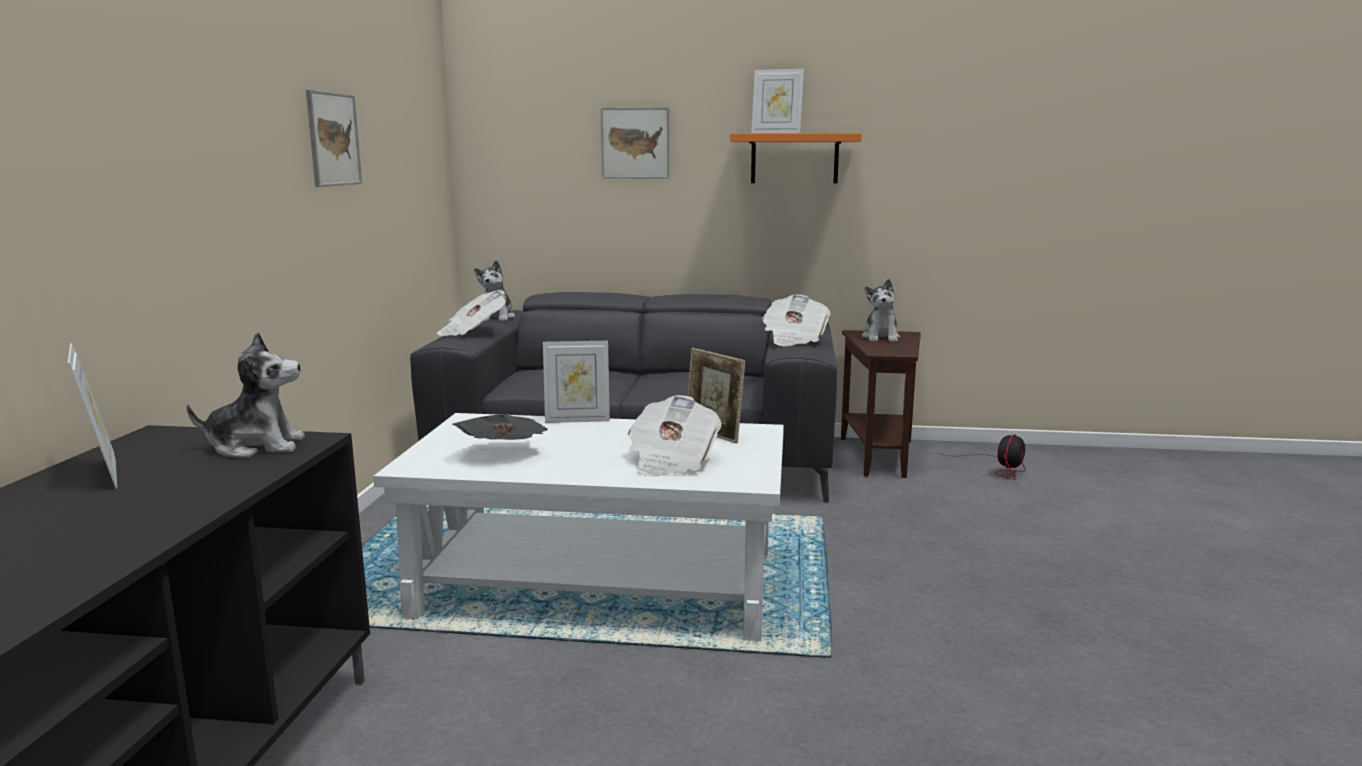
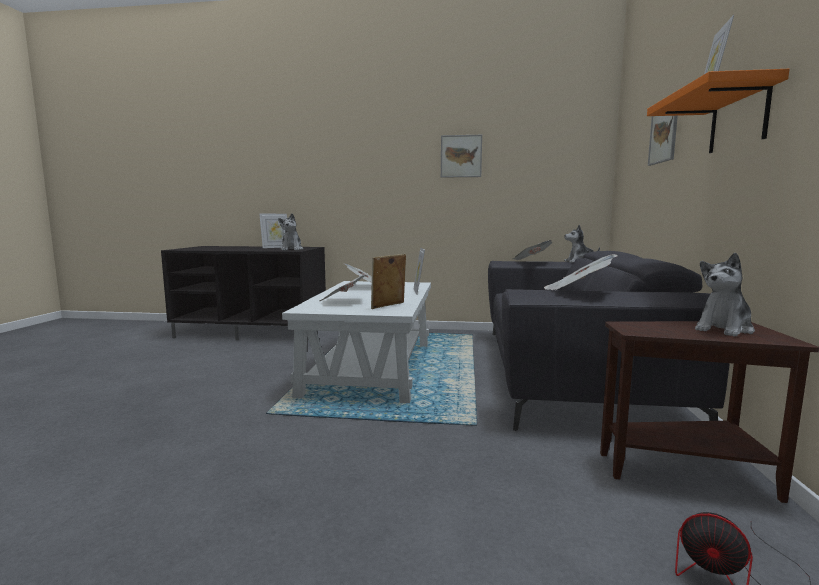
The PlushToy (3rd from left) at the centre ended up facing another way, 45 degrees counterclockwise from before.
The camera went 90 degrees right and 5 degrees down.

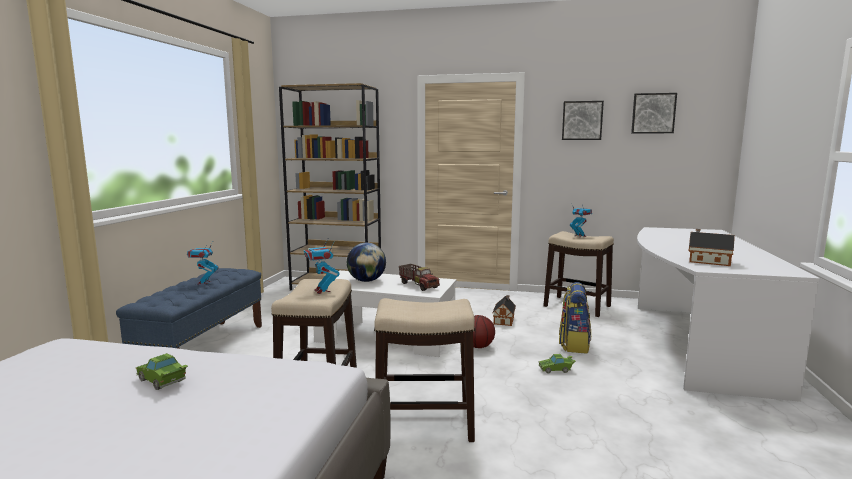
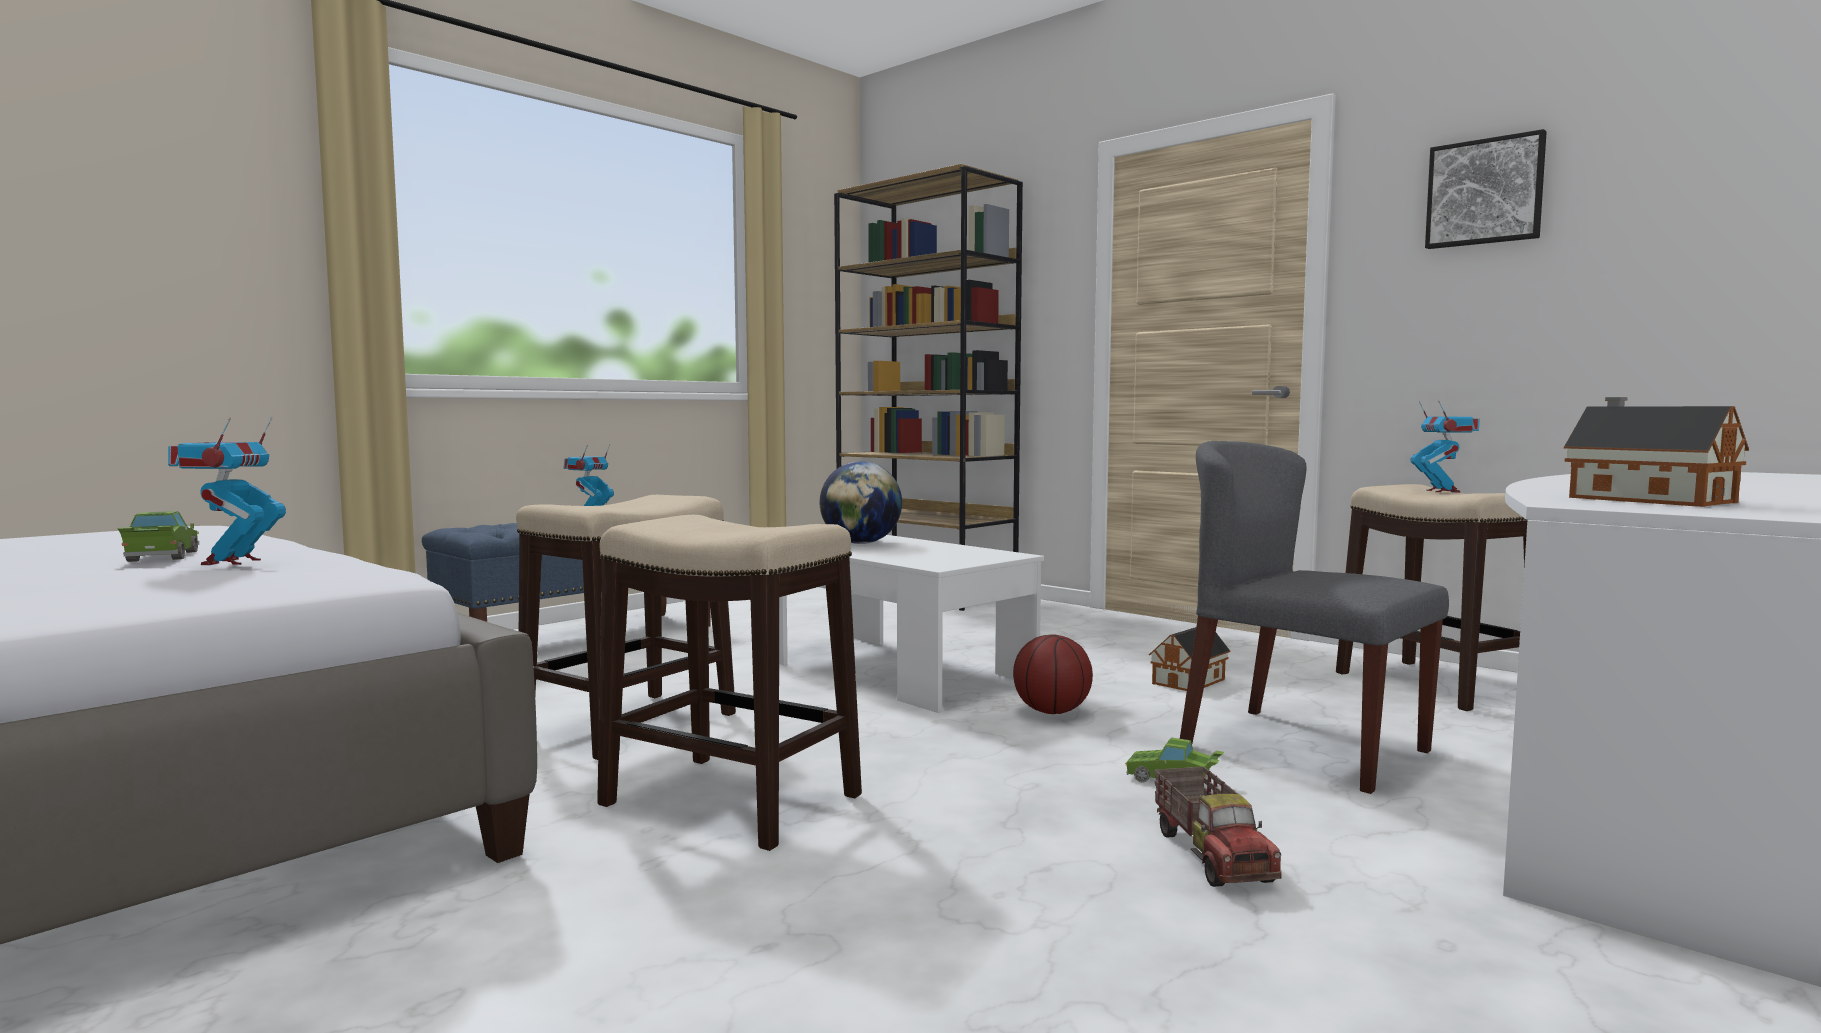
The ToyRobot (2nd from left in the first image) ended up elsewhere, having gone from the centre to the middle left.
The ToyTruck ended up elsewhere, having gone from the centre to the bottom right.
Where the Backpack stood at the middle right, the GreyChair came to stand at the middle right.
The second view lost the Picture (2nd from left) at the top right.
The camera went 30 degrees right and 5 degrees down.

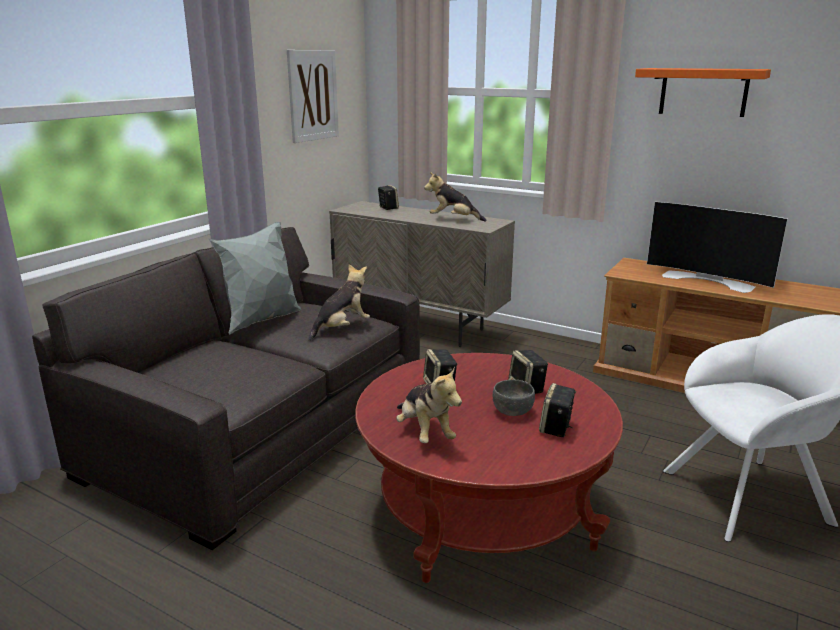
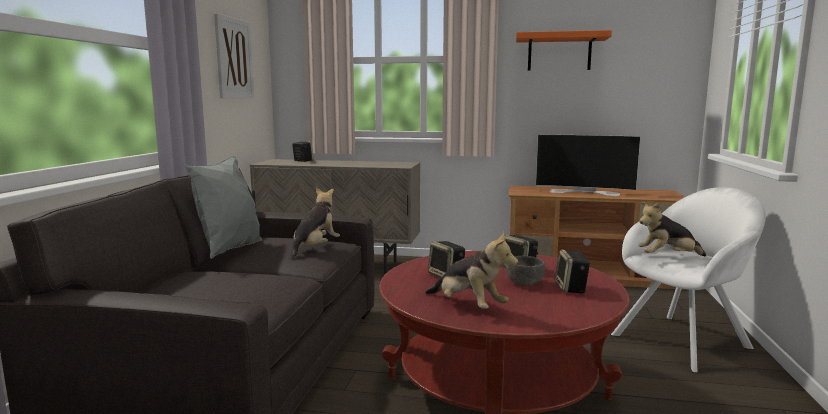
The PlushToy (3rd from left) ended up elsewhere, having gone from the top centre to the middle right.
The camera went 20 degrees left and 10 degrees down.

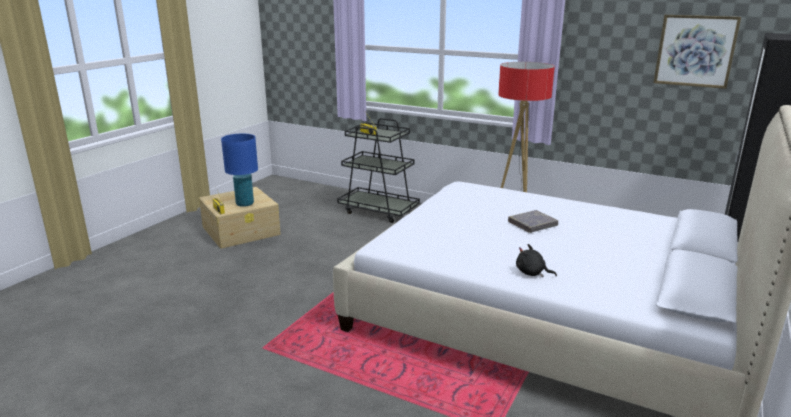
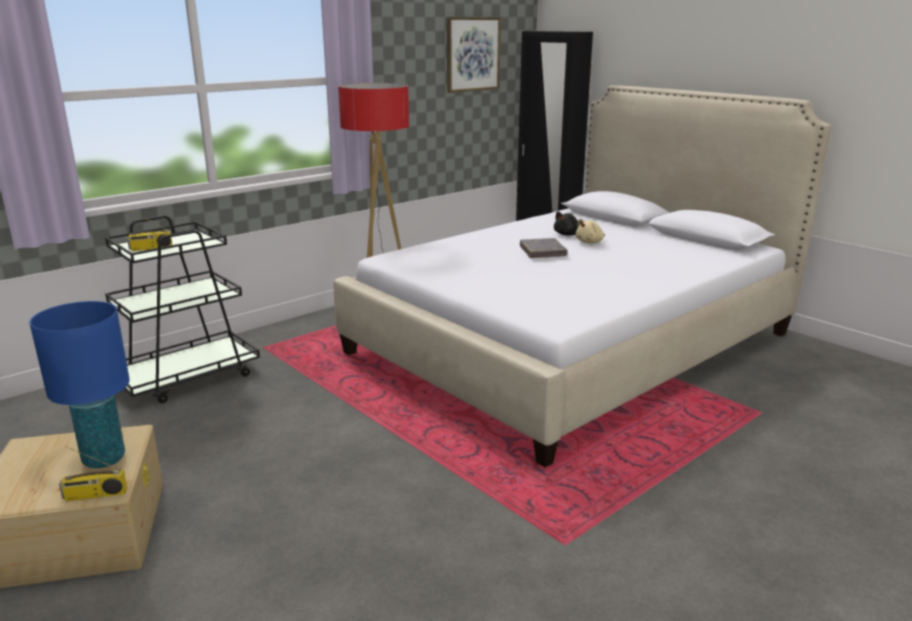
The BlackPlushToy ended up elsewhere, having gone from the middle right to the centre.
The second view gained the BeigePlushToy at the centre.
The camera went 70 degrees left and 0 degrees up.

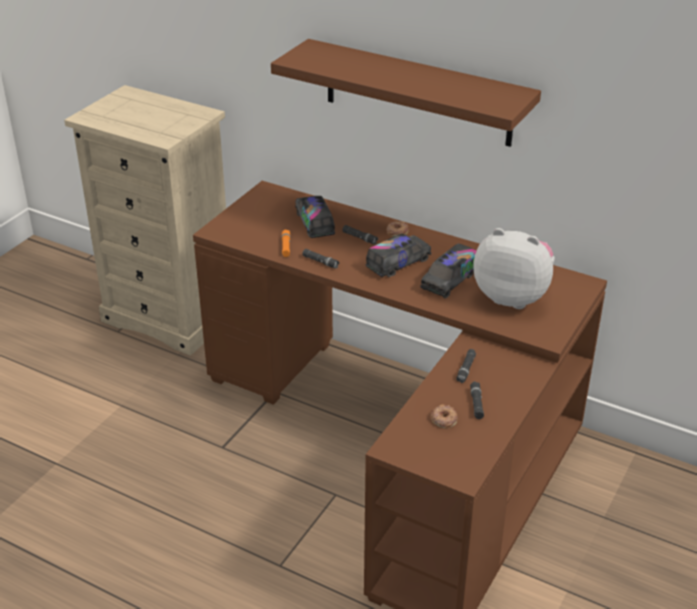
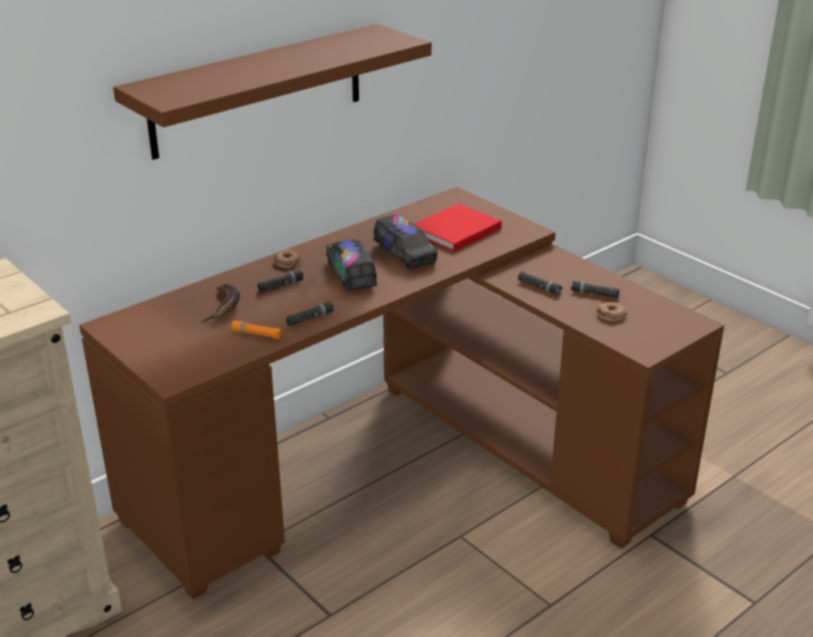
Where the ToyTruck (1st from left) stood at the centre, the Banana came to stand at the middle left.
Where the PlushToy stood at the middle right, the RedBook came to stand at the centre.
The camera went 70 degrees left and 5 degrees down.

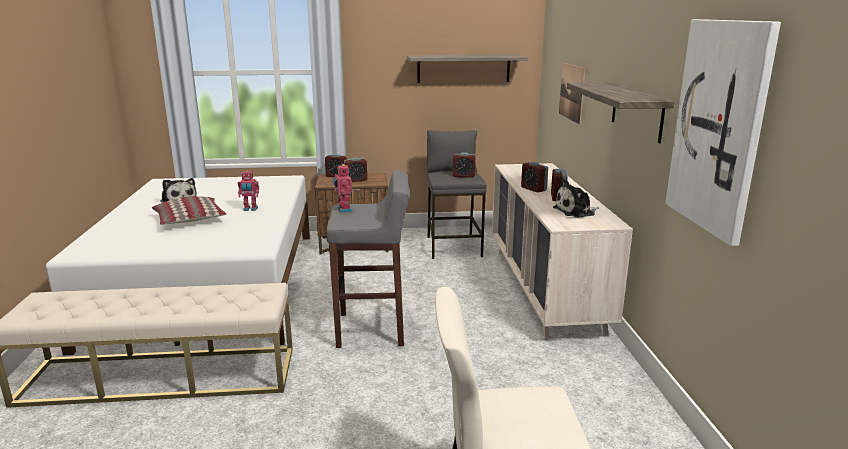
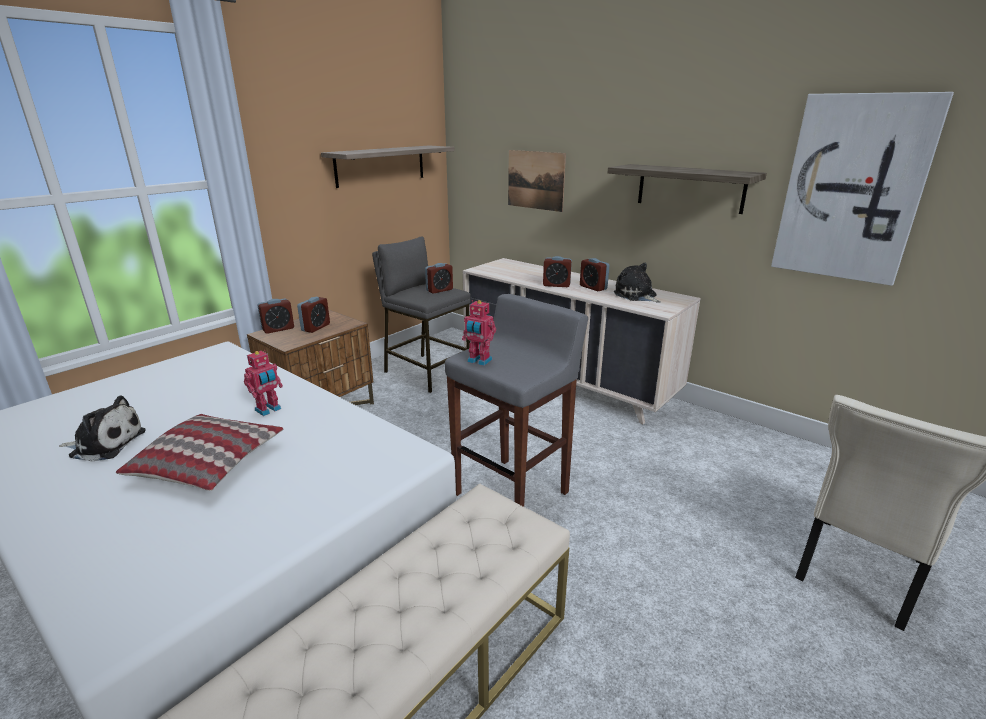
The PlushToy (2nd from left) at the middle right ended up facing another way, 120 degrees clockwise from before.
The camera went 45 degrees left and 5 degrees up.

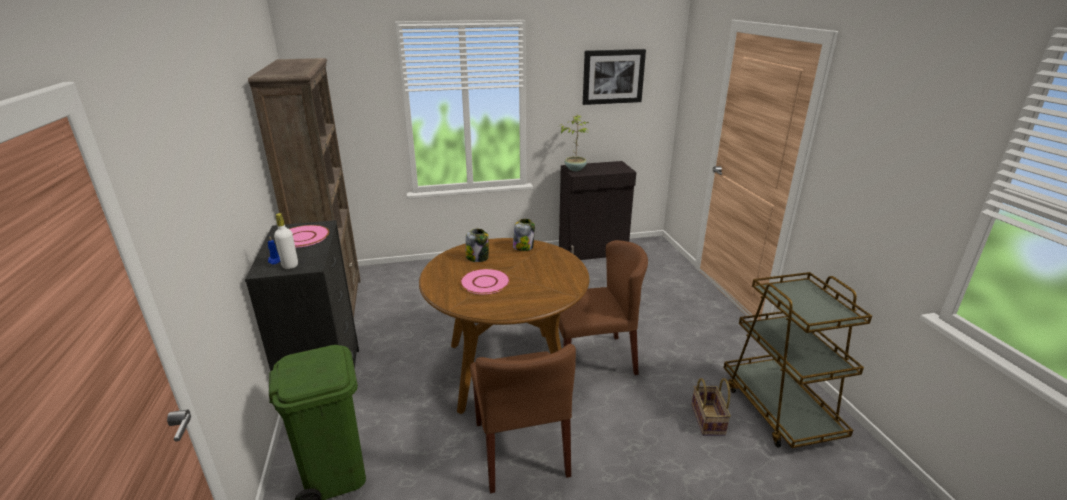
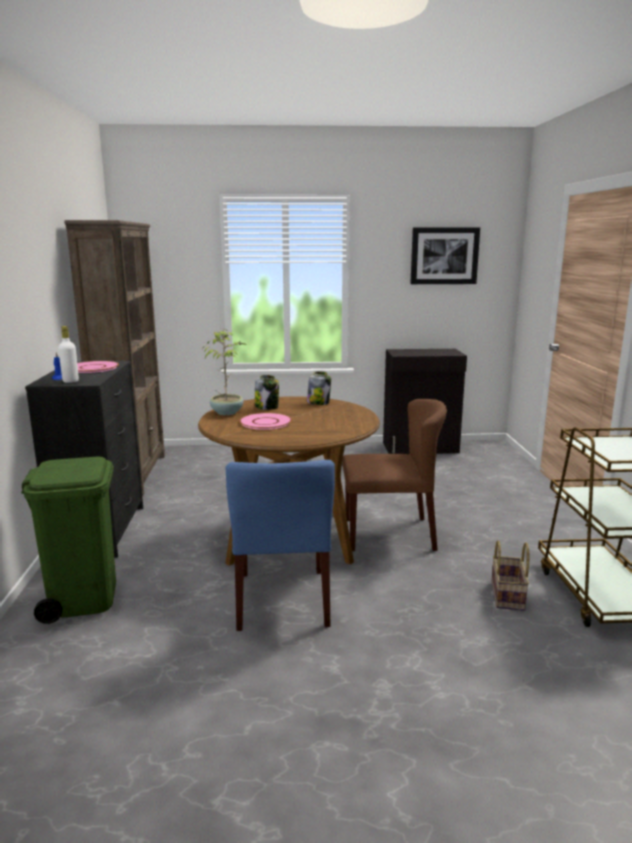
What was the BrownChair (1st from left) at the bottom centre turned into the BlueChair at the centre.
The PottedPlant ended up elsewhere, having gone from the top centre to the centre.
The camera went 10 degrees right and 10 degrees down.

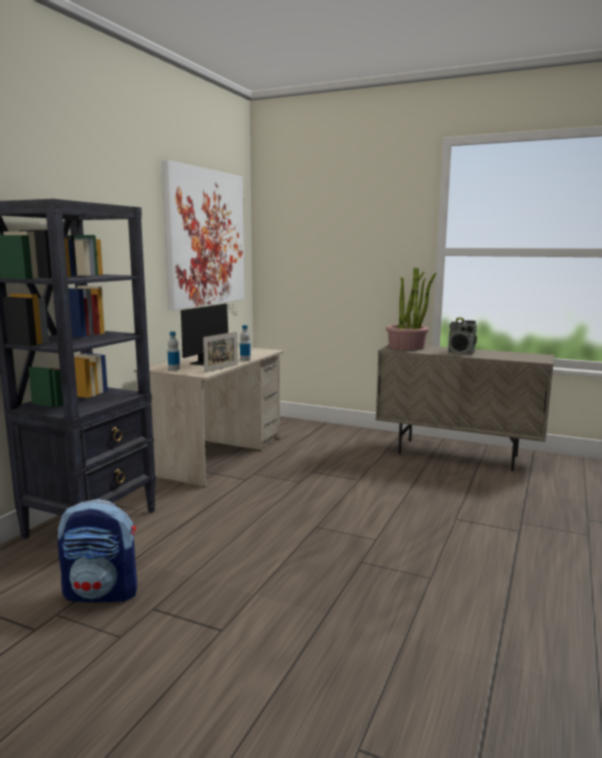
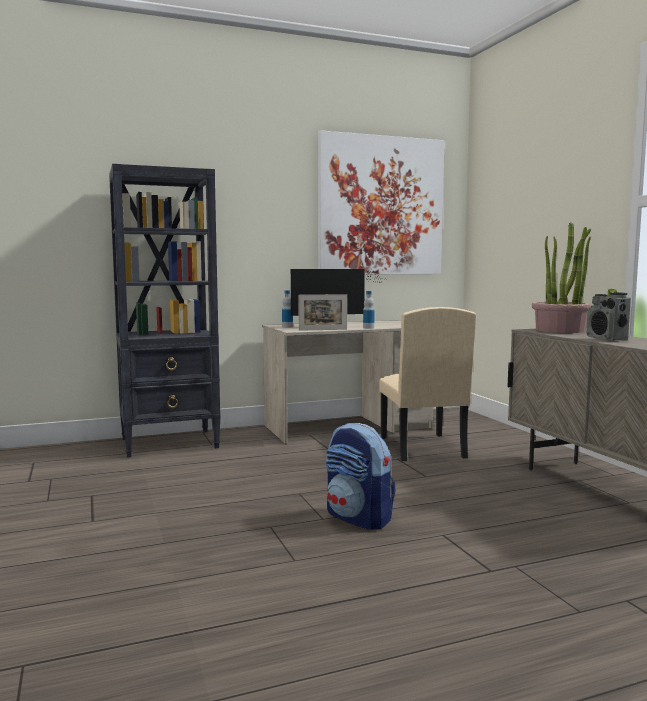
The Backpack ended up elsewhere, having gone from the bottom left to the bottom centre.
The second view gained the BeigeChair at the centre.
The camera went 45 degrees right and 5 degrees down.

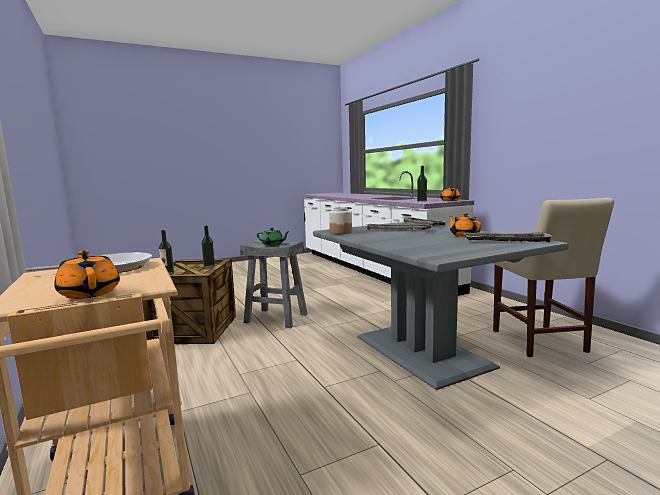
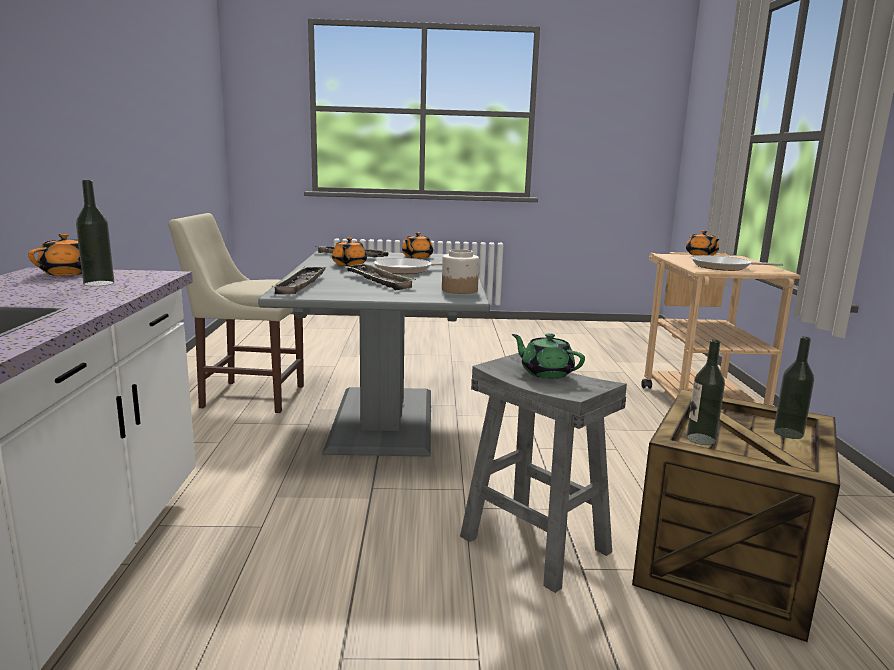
The BeigeChair at the middle right ended up facing another way, 105 degrees counterclockwise from before.
The second view gained the FryingPan (1st from left) at the centre.
The second view gained the OrangeTeapot (3rd from left) at the centre.
The camera went 155 degrees left and 5 degrees up.

